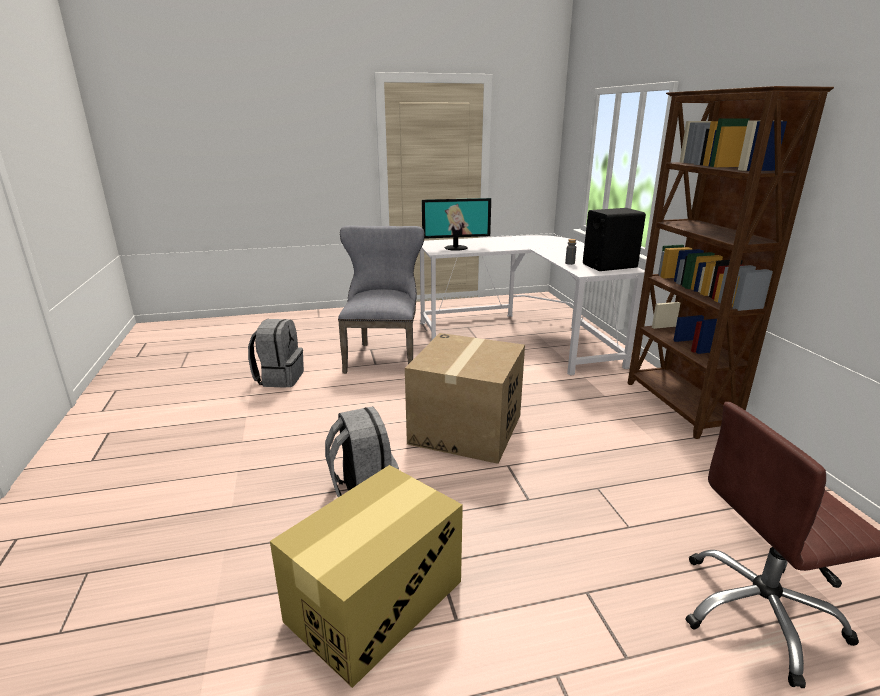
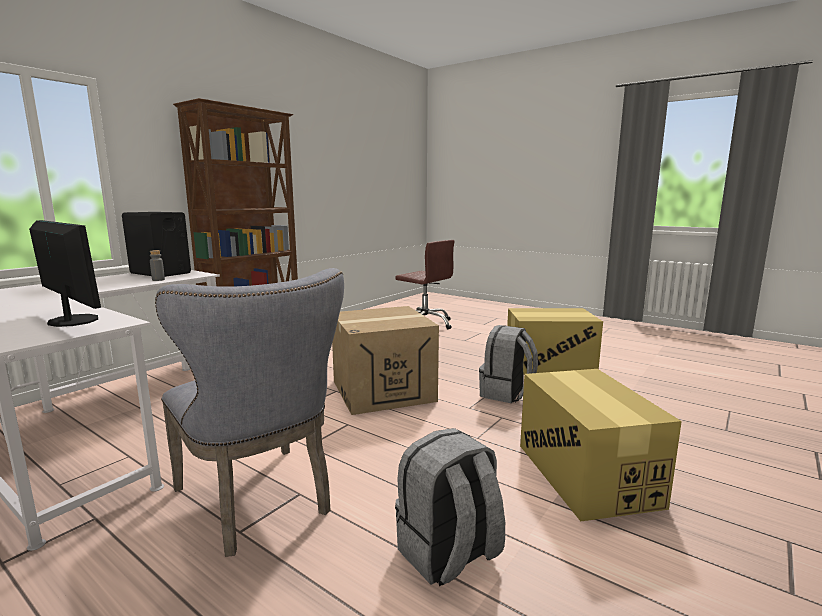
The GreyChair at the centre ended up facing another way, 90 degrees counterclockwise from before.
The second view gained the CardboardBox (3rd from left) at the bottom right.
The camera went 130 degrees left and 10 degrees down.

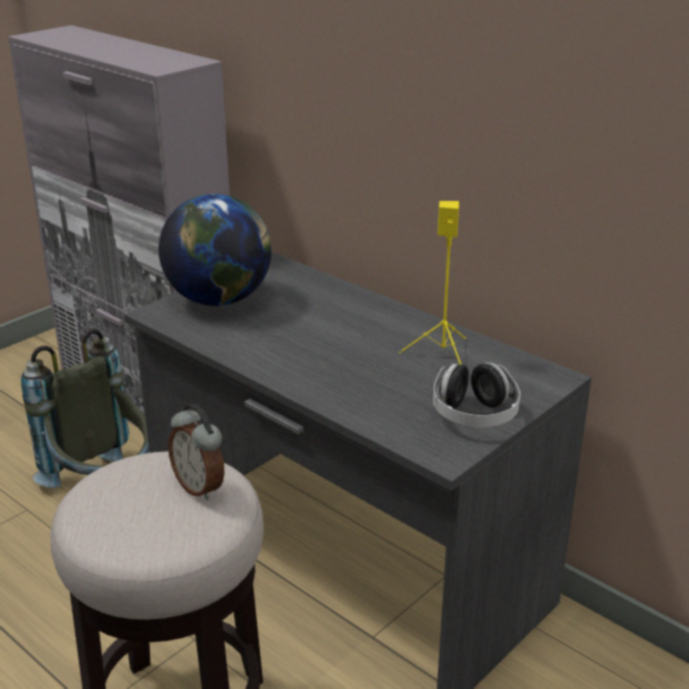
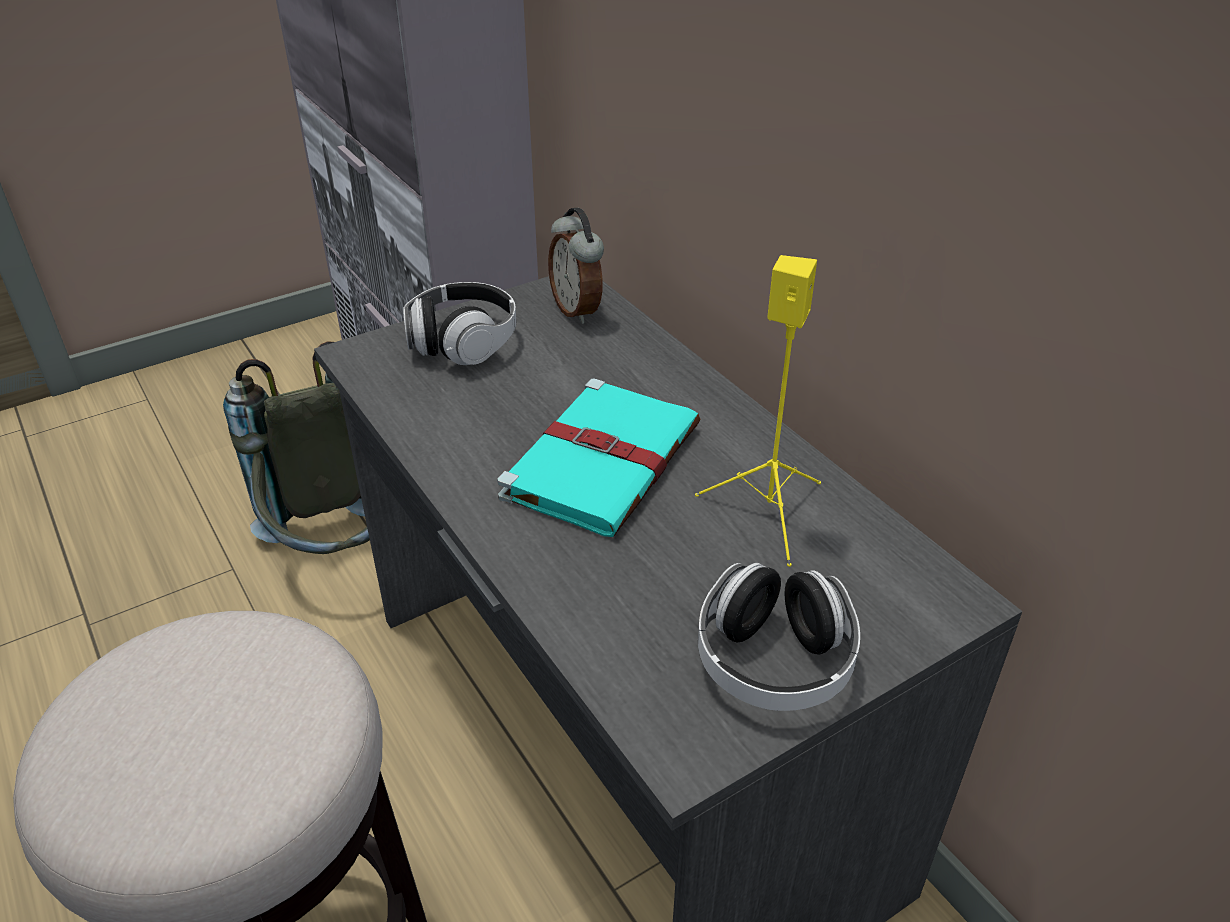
Where the Globe stood at the middle left, the Headphones (1st from left) came to stand at the centre.
The AlarmClock ended up elsewhere, having gone from the middle left to the top centre.
The second view gained the TurquoiseBook at the centre.
The camera went 15 degrees right and 10 degrees up.

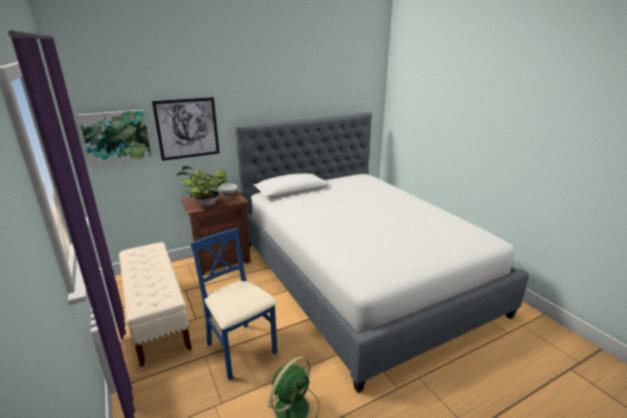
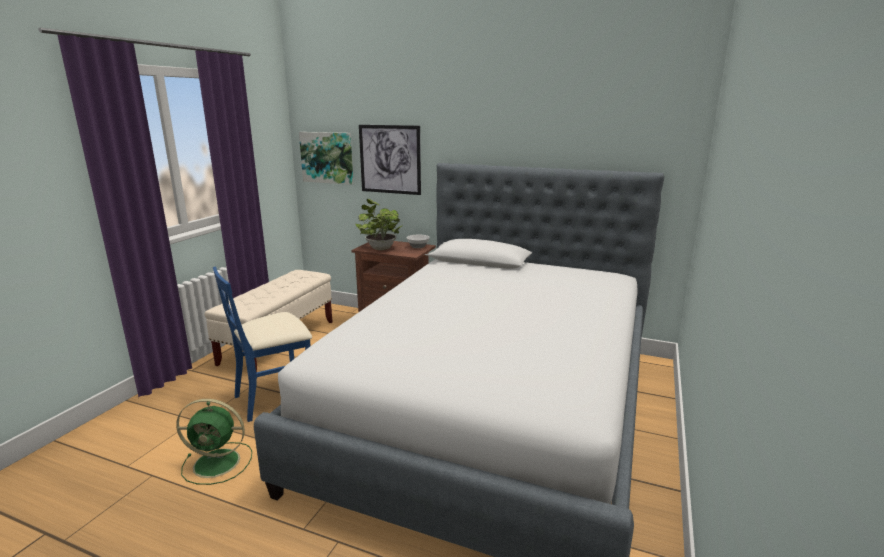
The BlueChair at the bottom centre ended up facing another way, 135 degrees counterclockwise from before.
The camera went 50 degrees right and 5 degrees down.

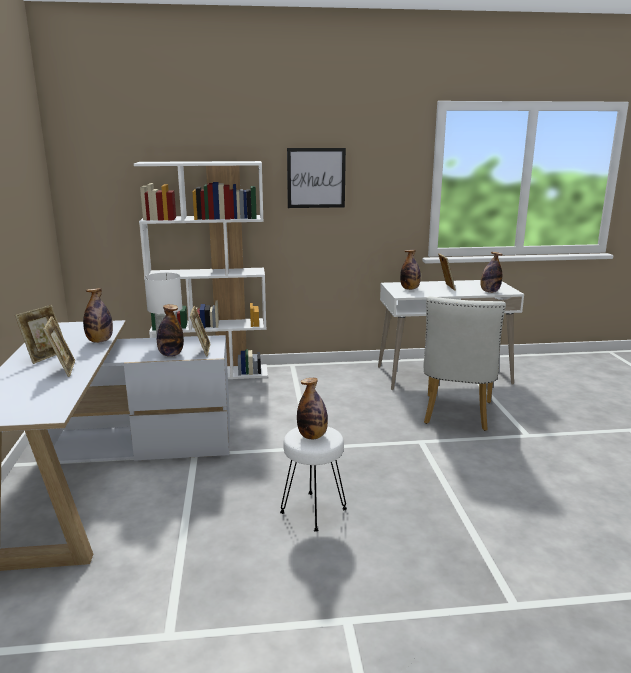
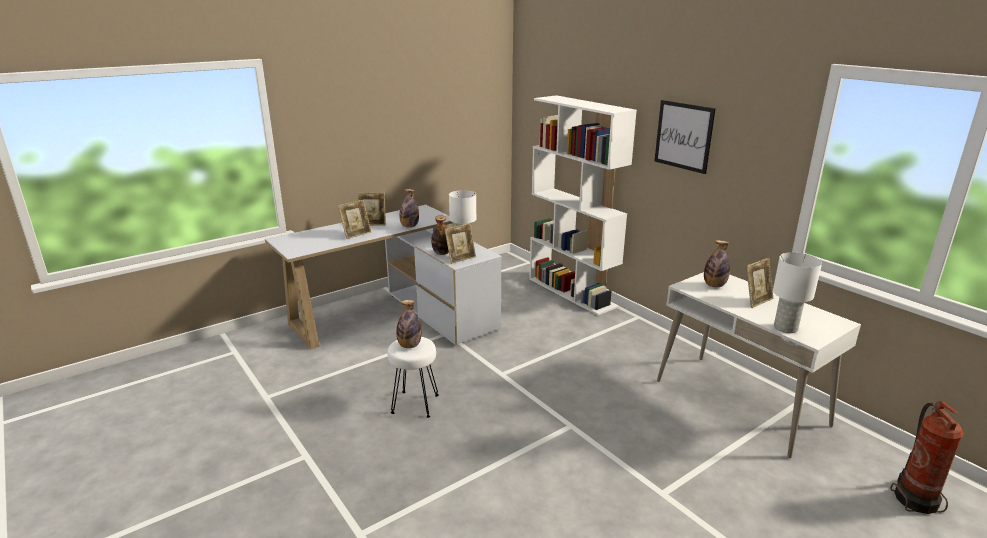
The second view lost the WhiteChair at the middle right.
Where the Bottle (5th from left) stood at the middle right, the WhiteTableLamp (2nd from left) came to stand at the middle right.
The second view gained the FireExtinguisher at the bottom right.
The camera went 60 degrees right and 5 degrees up.

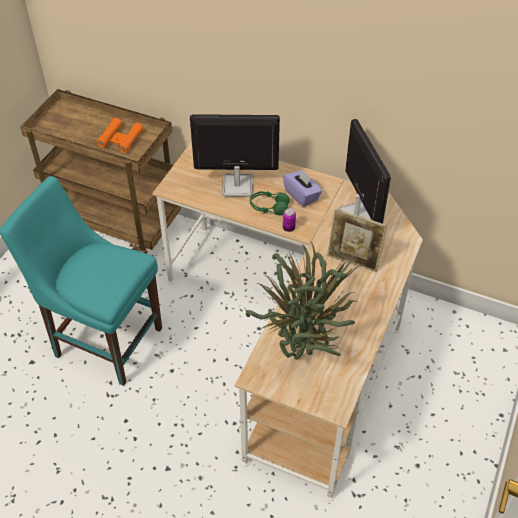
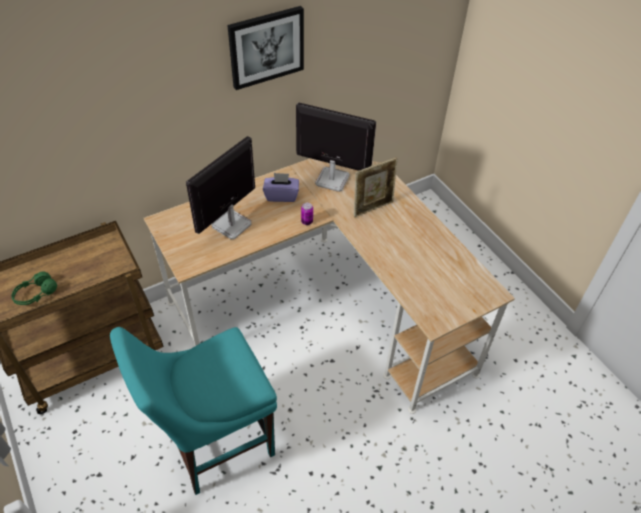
The second view lost the OrangeBinoculars at the top left.
The second view lost the PottedPlant at the centre.
The GreenHeadphones ended up elsewhere, having gone from the centre to the middle left.
The second view gained the Picture at the top centre.
The camera went 55 degrees left and 0 degrees up.

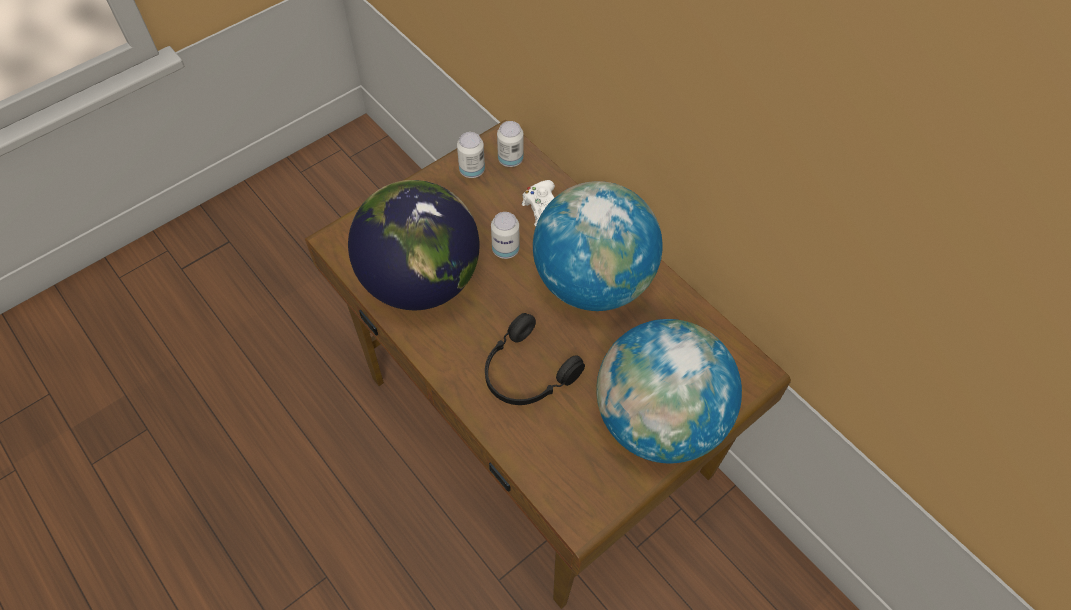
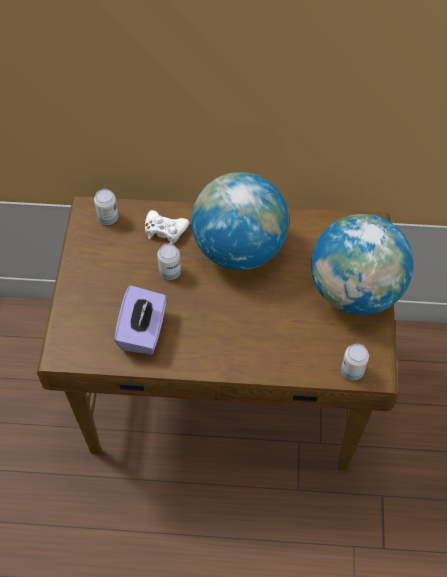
Where the Globe (1st from left) stood at the centre, the PurpleTissueBox came to stand at the middle left.
The Can (1st from left in the first image) ended up elsewhere, having gone from the top centre to the middle right.
The second view lost the BlackHeadphones at the centre.
The camera went 45 degrees left and 0 degrees up.

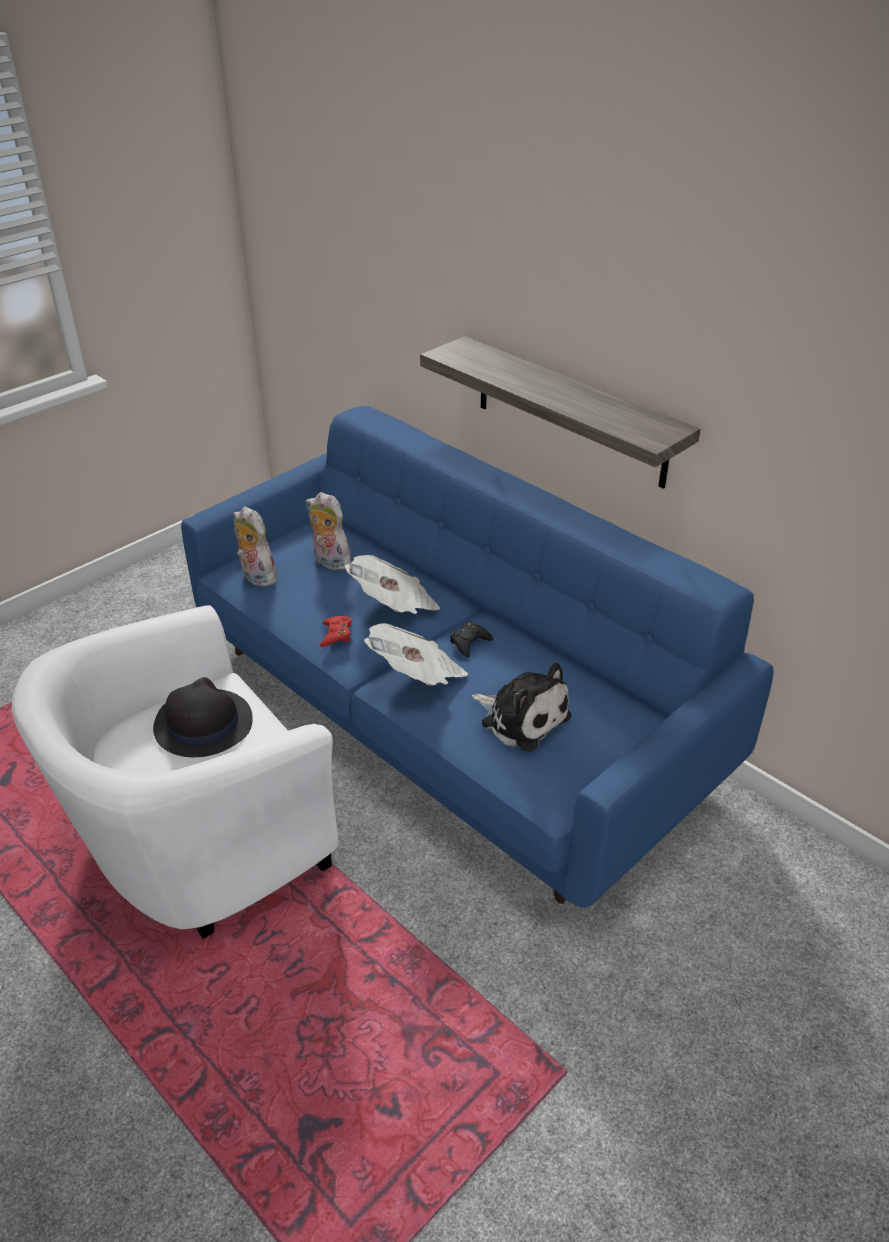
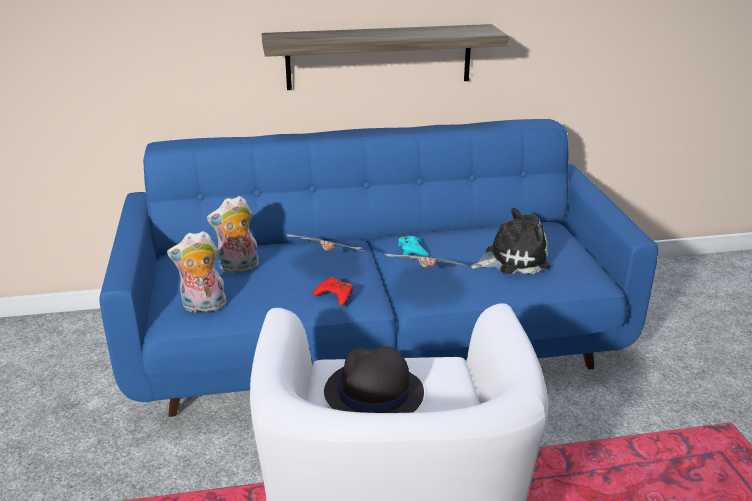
What was the BlackGameController at the centre turned into the TurquoiseGameController at the centre.
The camera went 55 degrees left and 10 degrees down.

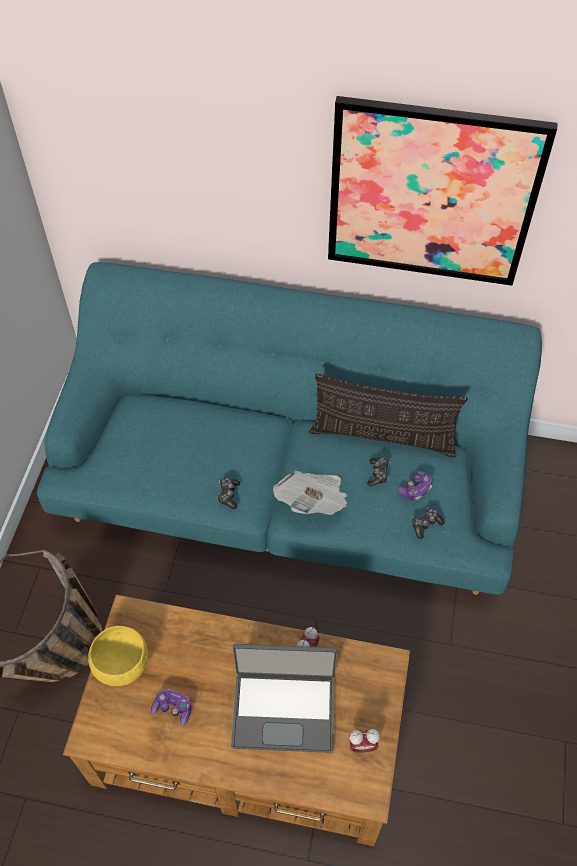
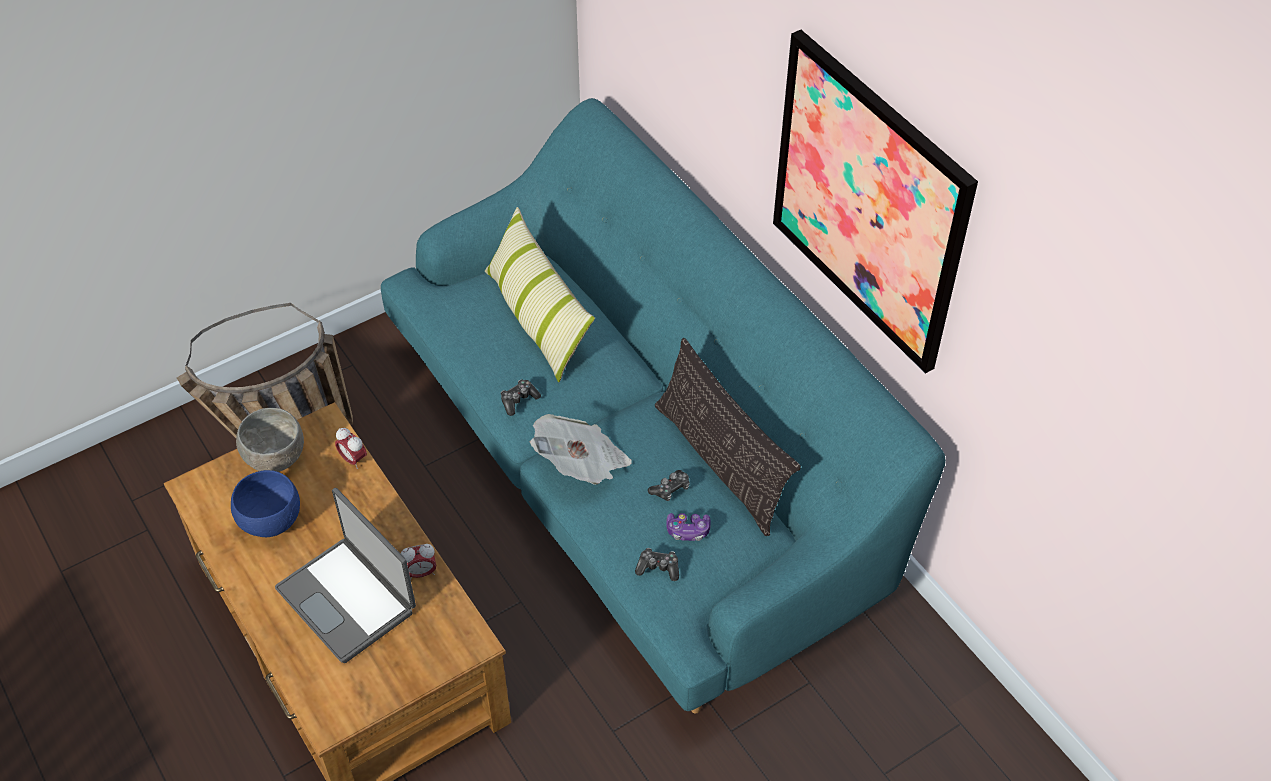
What was the YellowBowl at the bottom left turned into the GreyBowl at the middle left.
Where the GameController (1st from left) stood at the bottom left, the BlueBowl came to stand at the middle left.
The AlarmClock (2nd from left in the first image) ended up elsewhere, having gone from the bottom centre to the middle left.
The second view gained the Pillow (1st from left) at the centre.
The camera went 45 degrees right and 5 degrees down.

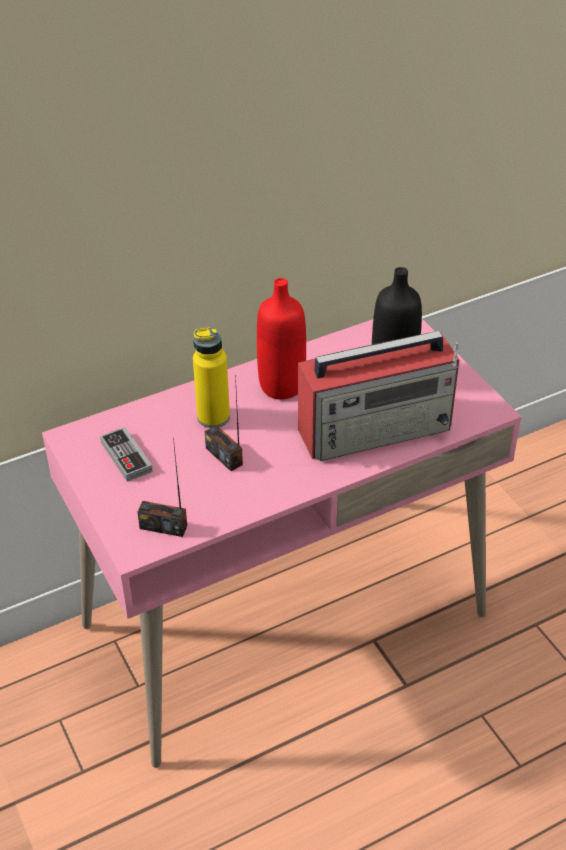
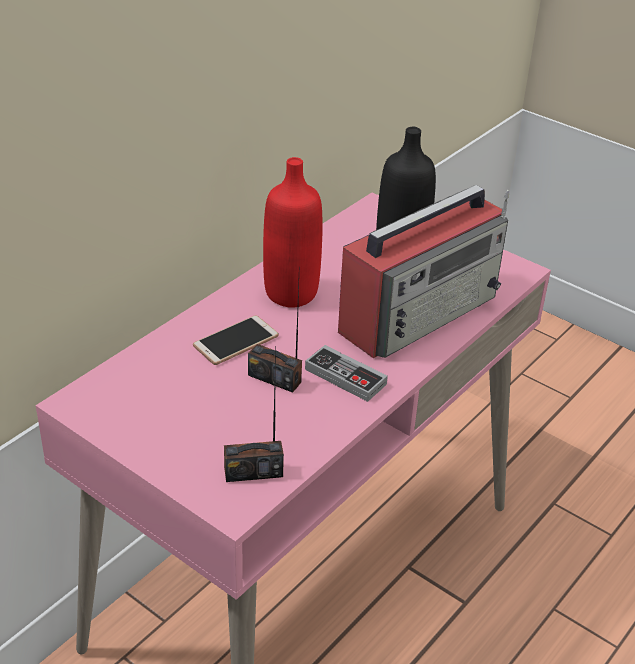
The GameController ended up elsewhere, having gone from the middle left to the centre.
Where the YellowBottle stood at the centre, the Phone came to stand at the centre.
The camera went 25 degrees left and 5 degrees down.

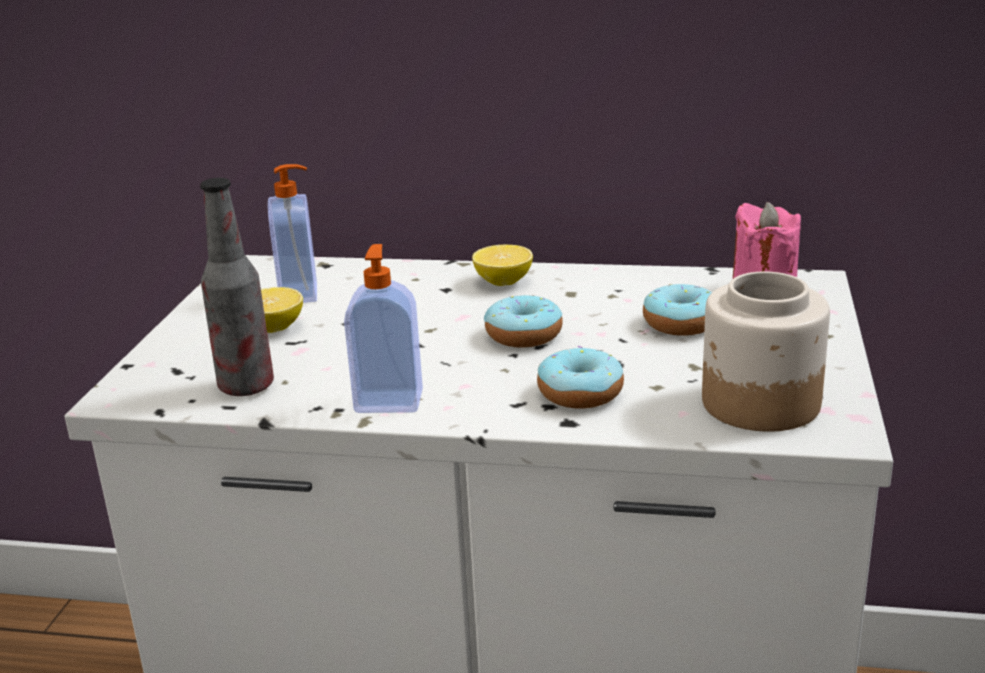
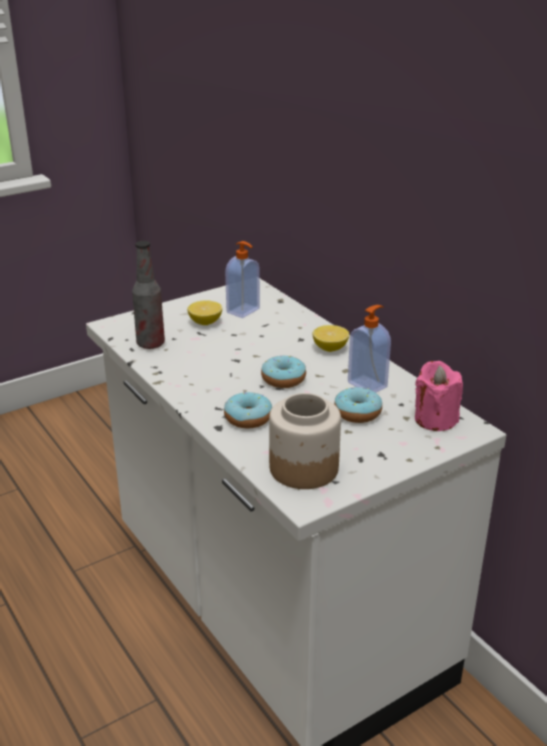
The SoapDispenser (2nd from left) ended up elsewhere, having gone from the centre to the middle right.
The camera went 45 degrees right and 5 degrees up.

